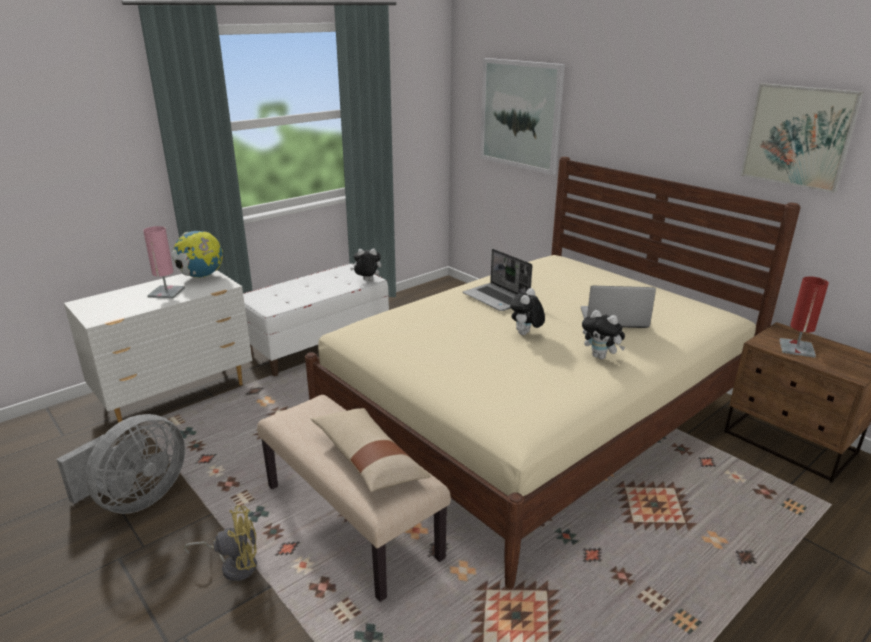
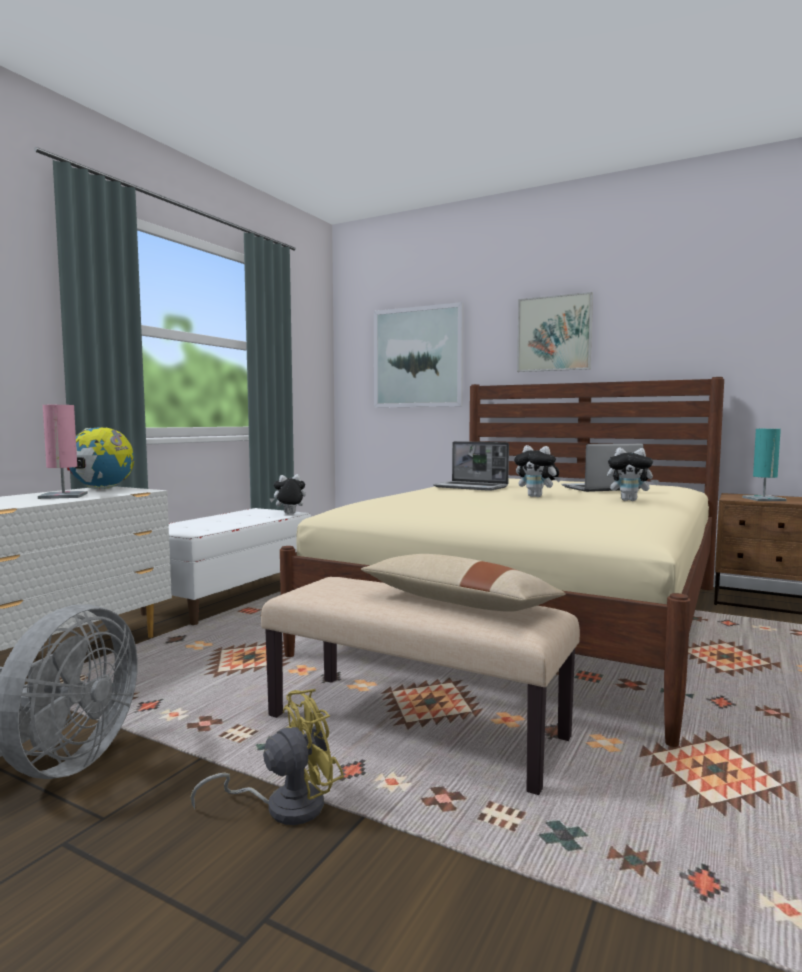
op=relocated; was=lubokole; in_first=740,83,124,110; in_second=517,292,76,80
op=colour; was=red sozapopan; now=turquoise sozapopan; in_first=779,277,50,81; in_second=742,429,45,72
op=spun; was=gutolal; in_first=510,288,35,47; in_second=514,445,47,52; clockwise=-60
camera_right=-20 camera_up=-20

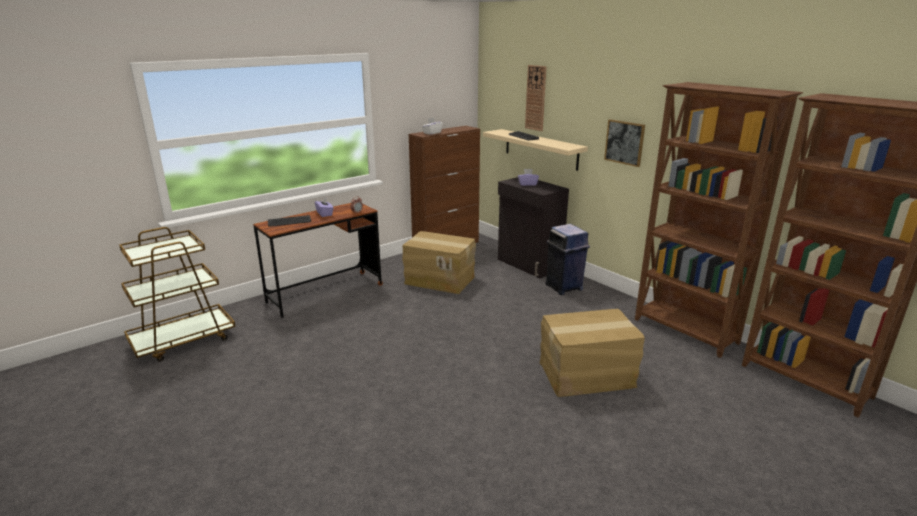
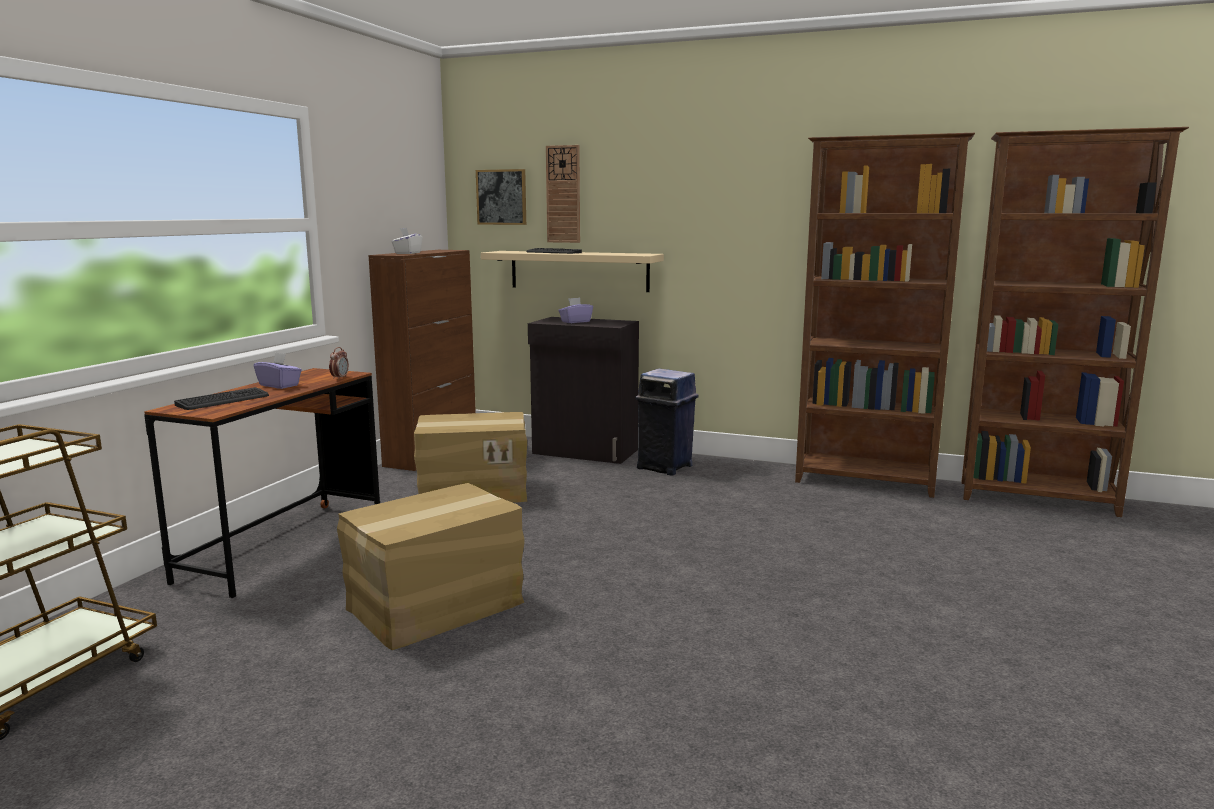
op=relocated; was=lubokole; in_first=604,119,41,48; in_second=476,169,50,56
op=relocated; was=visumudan; in_first=539,309,106,88; in_second=337,483,187,167
camera_right=-30 camera_up=-10

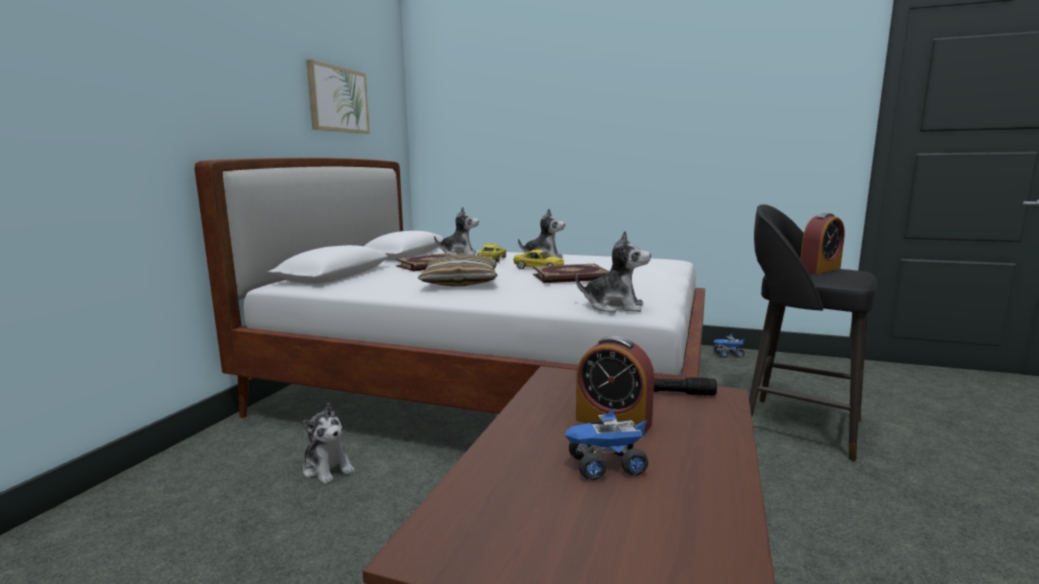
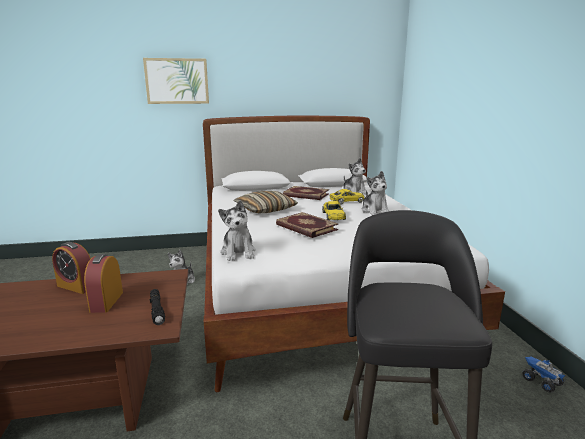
op=relocated; was=lubokole; in_first=306,59,64,75; in_second=143,58,66,46
op=relocated; was=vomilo; in_first=800,213,45,61; in_second=52,242,39,52
op=missing; was=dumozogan; in_first=565,408,83,72
camera_right=60 camera_up=5

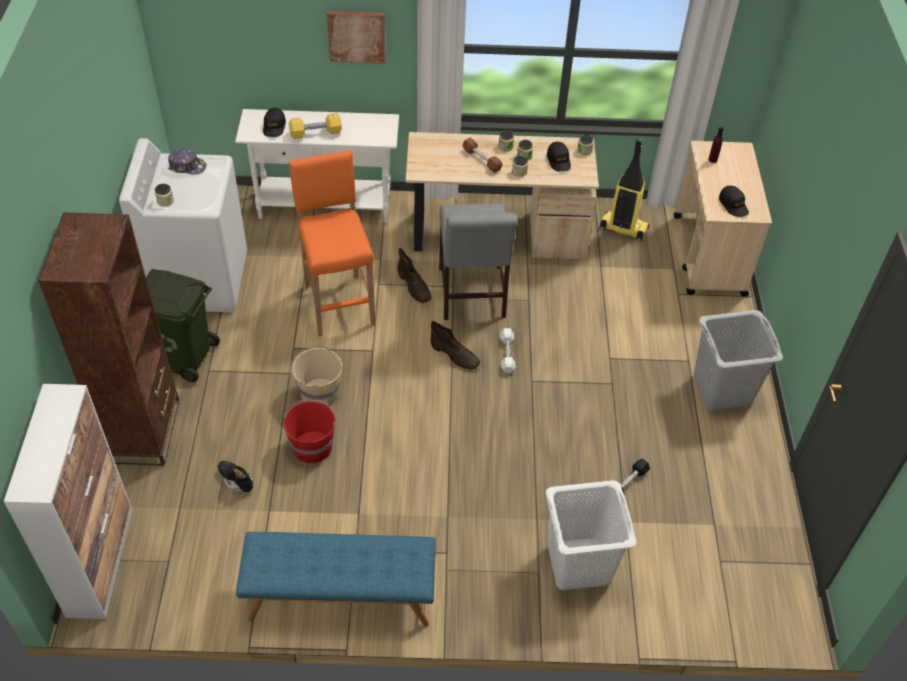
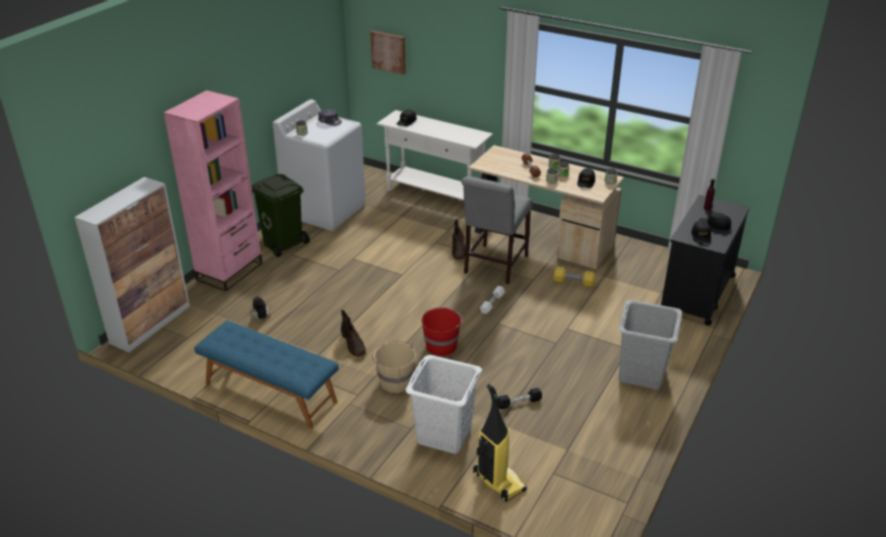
op=relocated; was=lubokole; in_first=327,11,59,53; in_second=370,31,36,44
op=relocated; was=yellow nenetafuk; in_first=289,113,53,26; in_second=554,267,41,20
op=relocated; was=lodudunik; in_first=600,138,50,103; in_second=473,384,54,118
op=colour; was=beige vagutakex; now=black vagutakex; in_first=674,141,98,156; in_second=661,195,89,130
op=missing; was=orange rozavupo; in_first=289,151,87,186
op=colour; was=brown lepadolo; now=pink lepadolo; in_first=38,213,141,253; in_second=163,90,99,201
op=relocated; was=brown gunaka; in_first=431,321,49,49; in_second=341,310,25,47
op=relocated; was=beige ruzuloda; in_first=290,347,52,60; in_second=372,341,44,52
op=relocated; was=red ruzuloda; in_first=283,400,54,63; in_second=421,307,42,49
op=appeared; now=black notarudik; in_second=699,212,32,18
camera_right=30 camera_up=-15

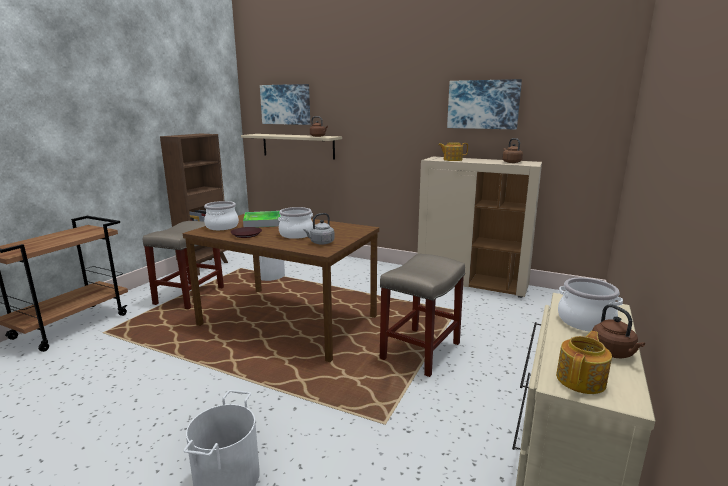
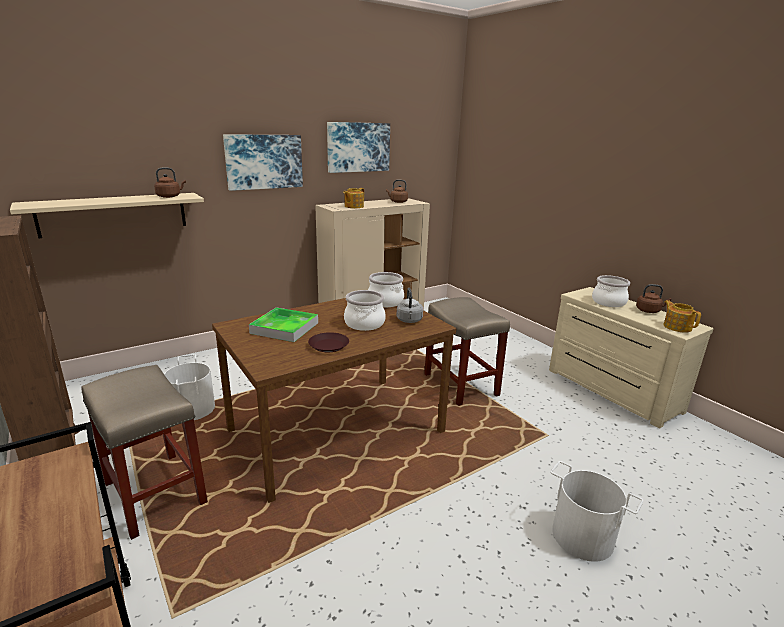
op=relocated; was=lubokole; in_first=260,84,50,41; in_second=223,134,80,57
op=relocated; was=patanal; in_first=204,201,35,29; in_second=368,272,36,35
camera_right=-60 camera_up=5

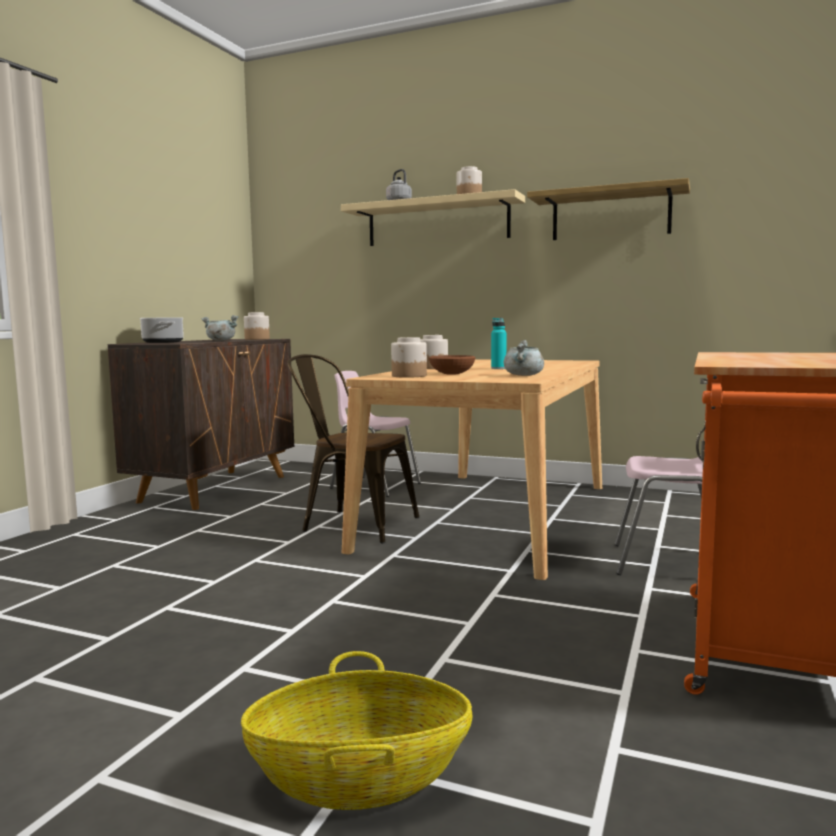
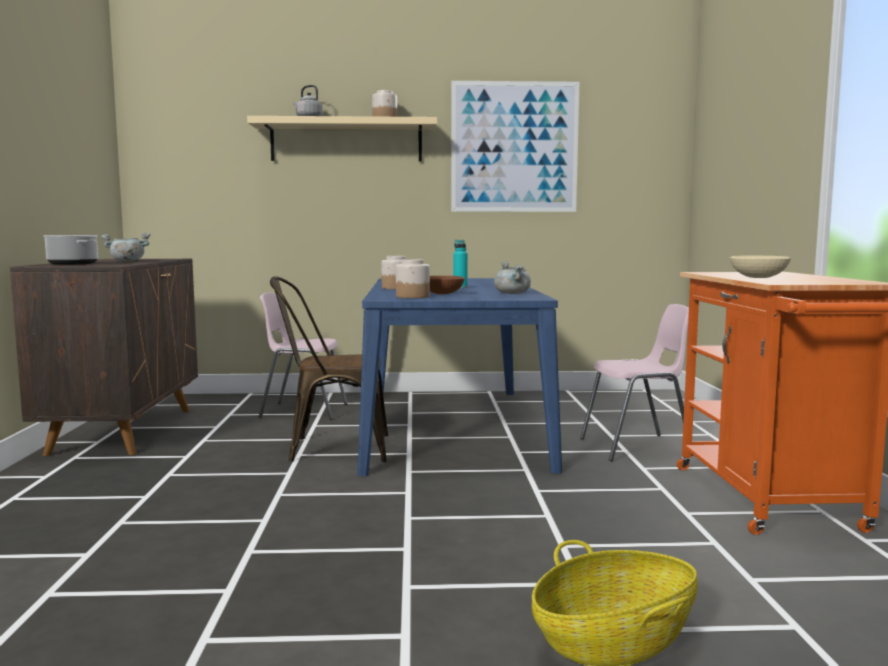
op=exchanged; was=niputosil; now=lubokole; in_first=527,178,163,62; in_second=451,81,128,131
op=missing; was=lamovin; in_first=244,312,26,28
op=colour; was=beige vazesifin; now=blue vazesifin; in_first=342,359,260,221; in_second=357,278,205,198
op=appeared; now=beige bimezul; in_second=730,256,61,22
camera_right=-25 camera_up=0

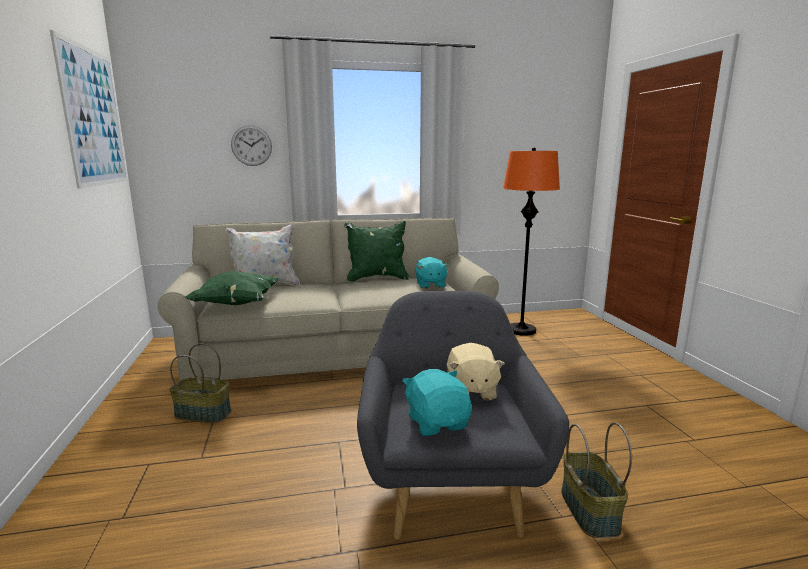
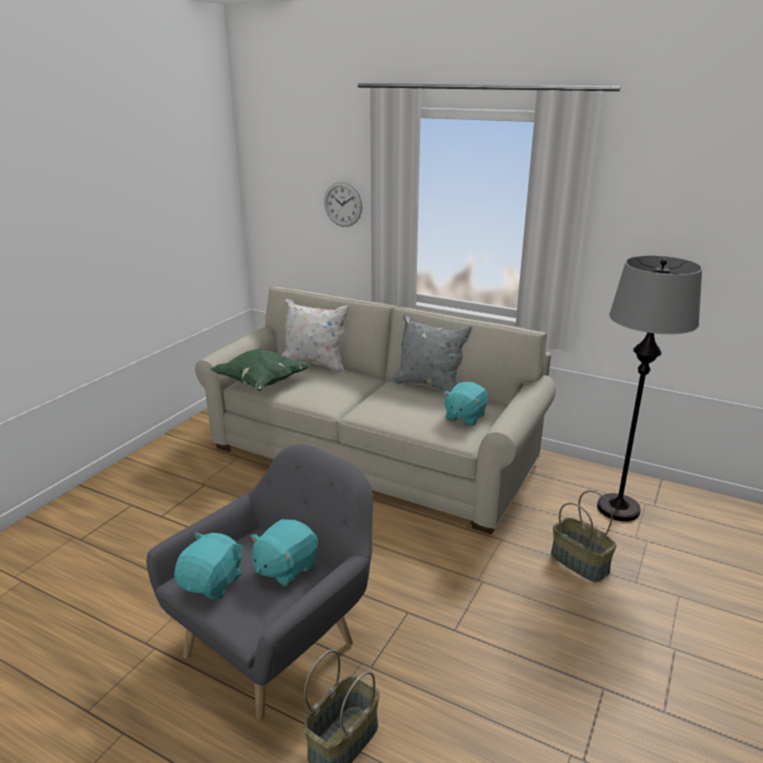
op=missing; was=lubokole; in_first=50,30,78,159
op=colour; was=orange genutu; now=grey genutu; in_first=503,147,57,189; in_second=597,256,105,265
op=colour; was=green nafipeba; now=grey nafipeba; in_first=344,221,65,61; in_second=392,314,80,78
op=relocated; was=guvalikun; in_first=169,343,62,80; in_second=551,490,66,92
op=colour; was=beige gutolal; now=turquoise gutolal; in_first=447,343,58,57; in_second=250,519,68,67
camera_right=40 camera_up=10

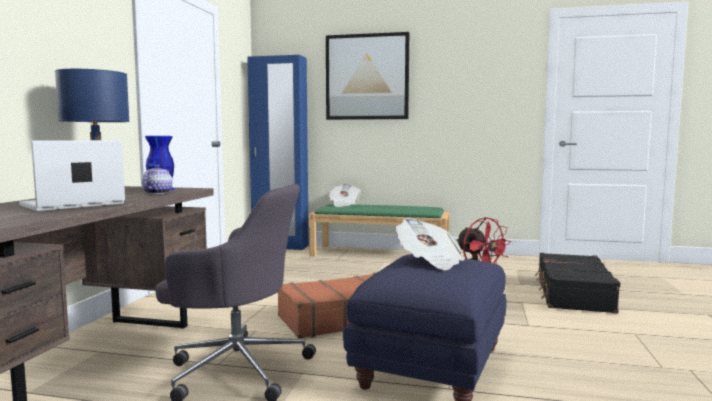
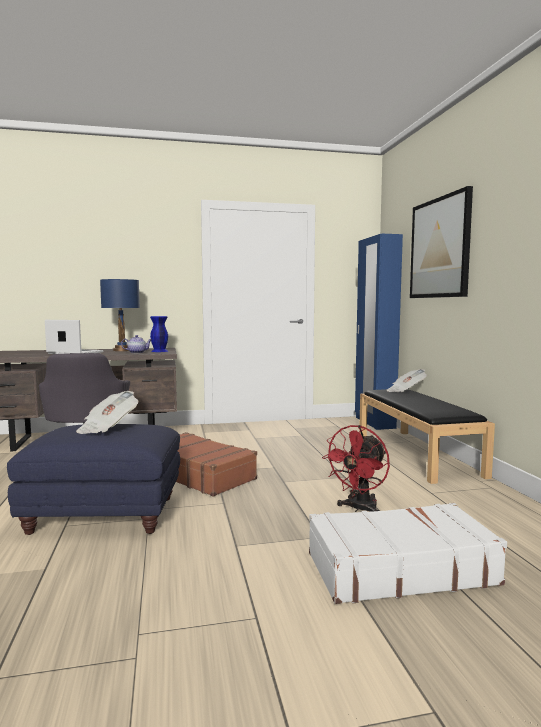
op=colour; was=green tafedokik; now=black tafedokik; in_first=309,204,140,53; in_second=359,389,136,95
op=colour; was=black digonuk; now=white digonuk; in_first=535,253,85,60; in_second=309,503,198,101
camera_right=65 camera_up=0

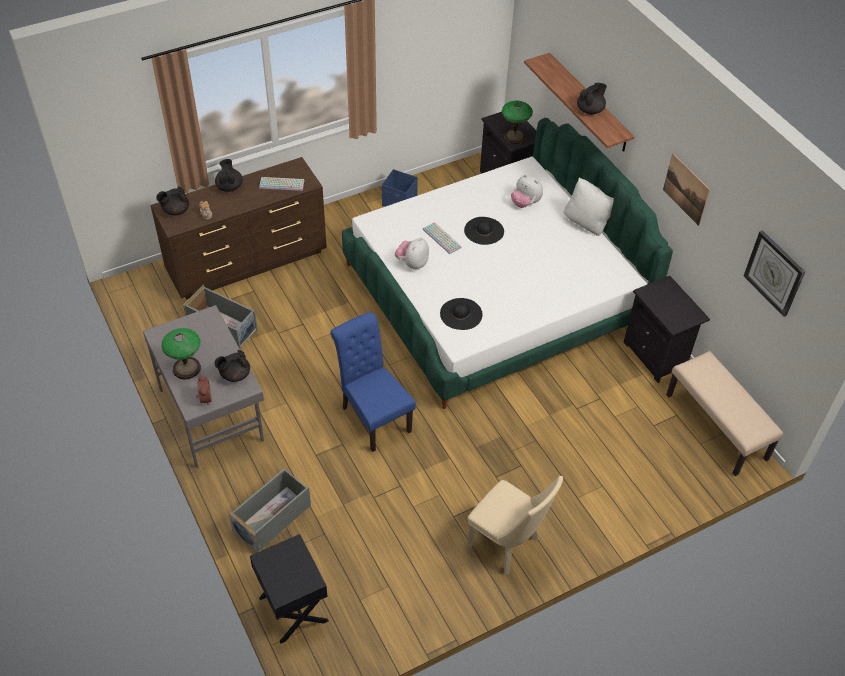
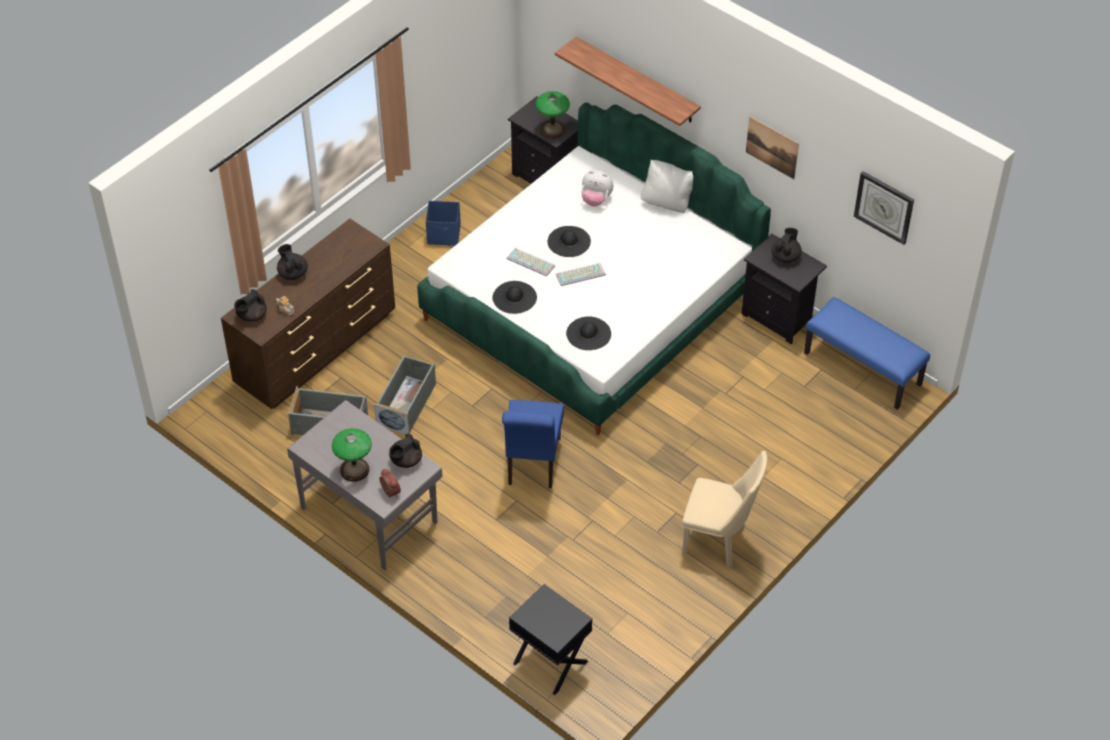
op=relocated; was=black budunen; in_first=577,83,30,31; in_second=771,228,31,35
op=relocated; was=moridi; in_first=259,177,45,14; in_second=556,262,50,24
op=exchanged; was=gutolal; now=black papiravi; in_first=395,237,34,33; in_second=493,281,44,33
op=spun; was=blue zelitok; in_first=330,312,86,140; in_second=502,400,62,88; clockwise=-120
op=colour; was=beige tafedokik; now=blue tafedokik; in_first=666,351,117,125; in_second=804,297,126,113
op=relocated; was=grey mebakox; in_first=229,468,82,84; in_second=374,355,62,80
camera_right=-20 camera_up=0

